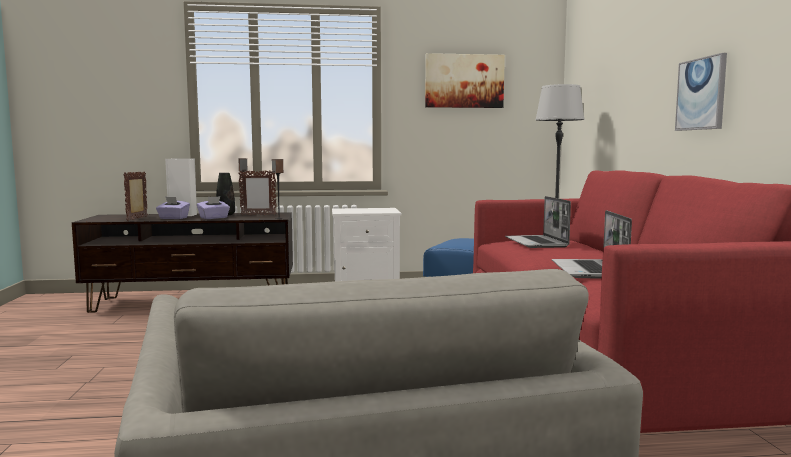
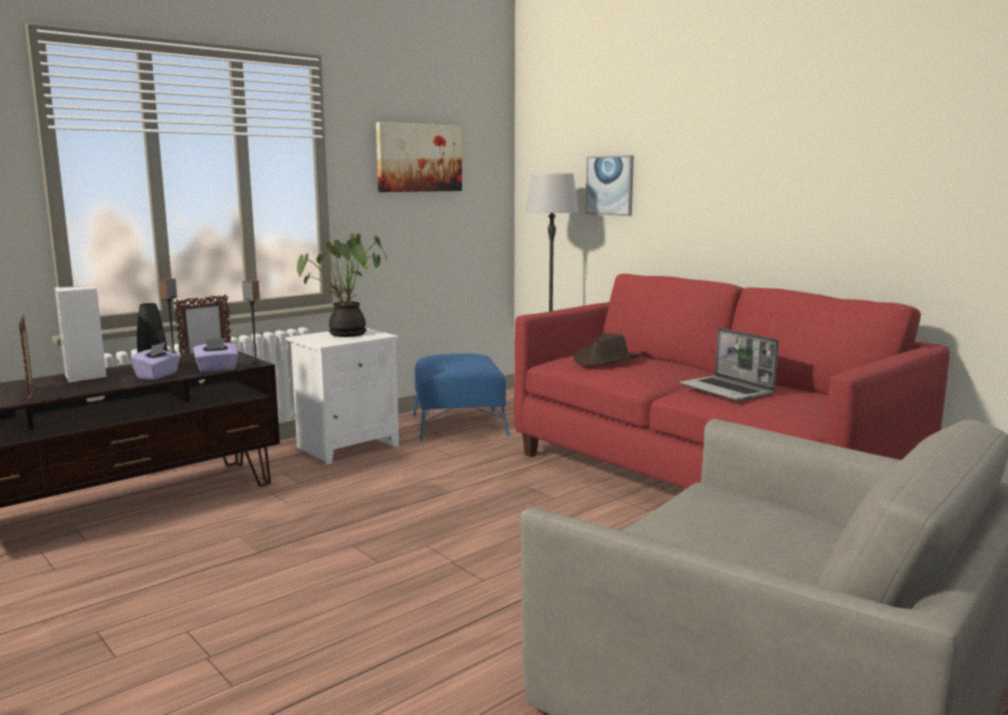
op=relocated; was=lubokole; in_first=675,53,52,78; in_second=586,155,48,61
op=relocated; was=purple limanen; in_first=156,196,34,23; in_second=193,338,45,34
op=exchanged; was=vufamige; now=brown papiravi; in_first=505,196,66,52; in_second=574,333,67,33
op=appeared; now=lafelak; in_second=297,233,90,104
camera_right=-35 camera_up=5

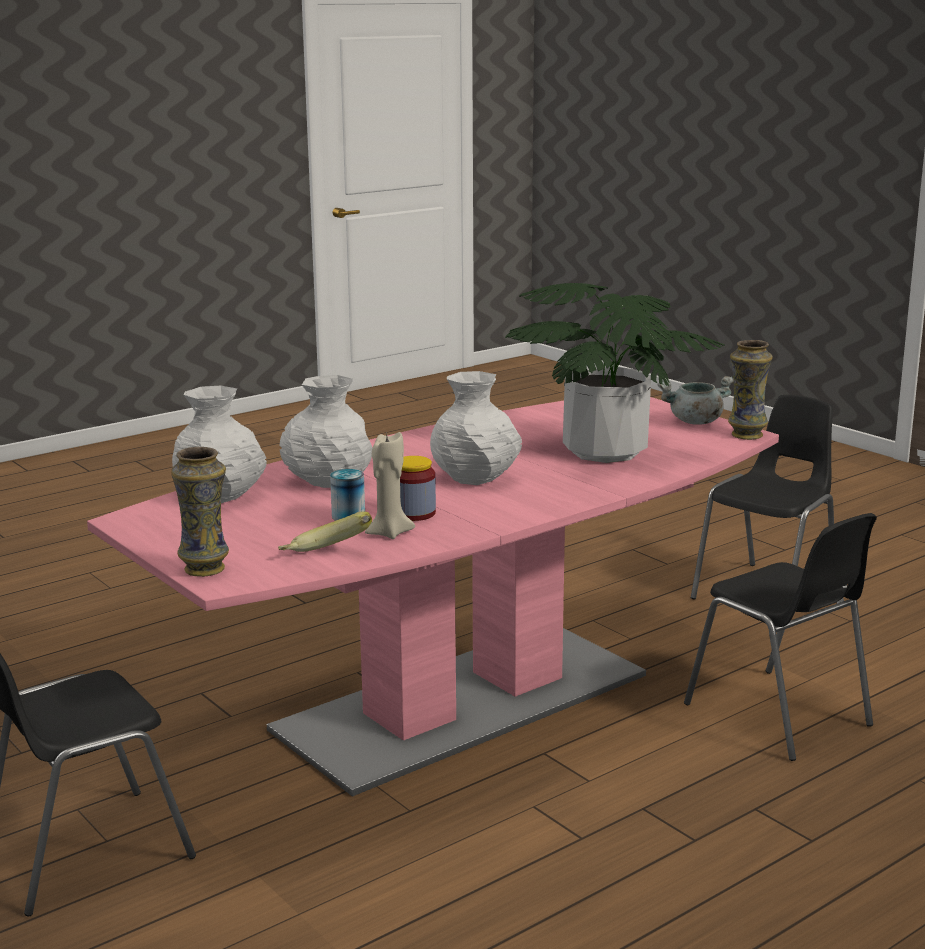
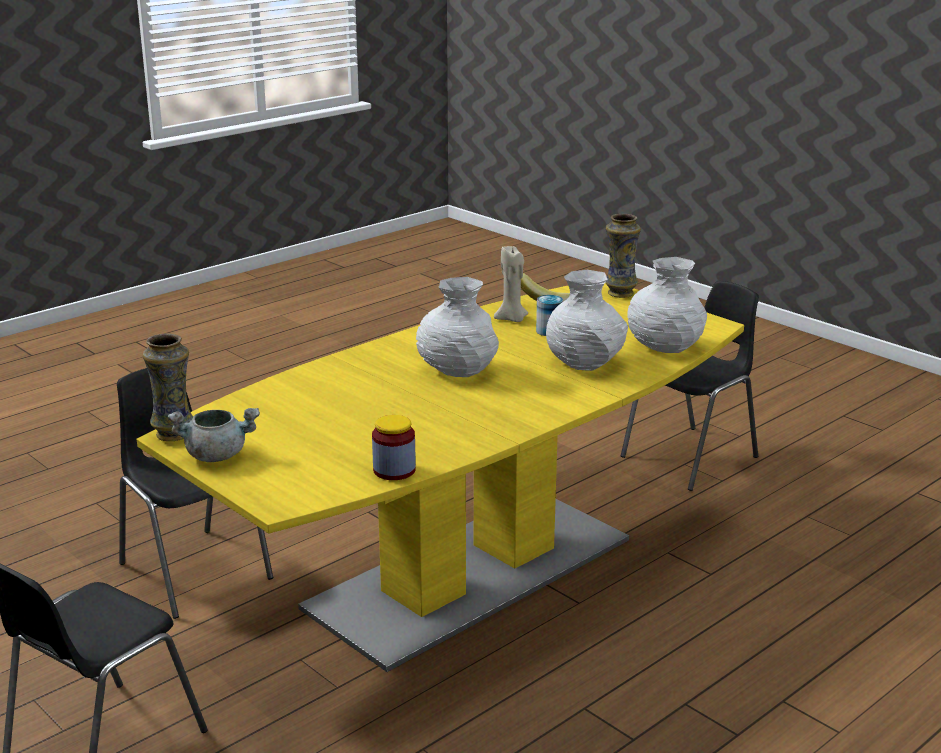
op=missing; was=lafelak; in_first=505,283,220,180
op=colour; was=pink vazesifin; now=yellow vazesifin; in_first=87,397,692,400; in_second=137,283,607,389
op=relocated; was=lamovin; in_first=400,456,36,65; in_second=372,415,44,65
camera_right=175 camera_up=5

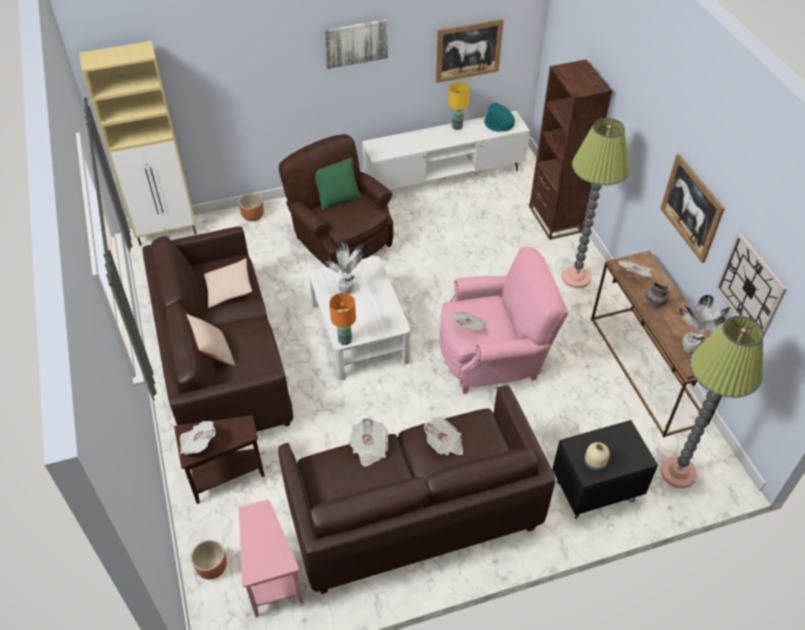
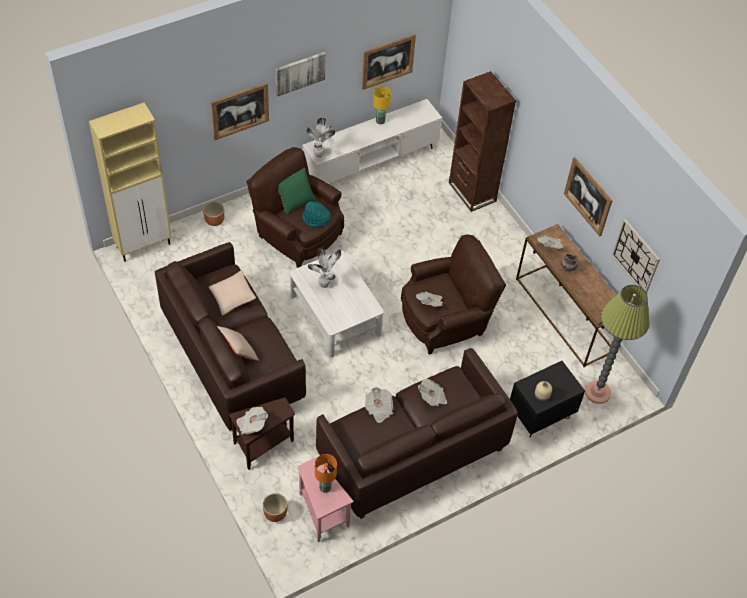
op=relocated; was=turquoise papiravi; in_first=484,102,31,29; in_second=302,201,29,26
op=missing; was=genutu; in_first=562,118,67,170
op=colour; was=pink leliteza; now=brown leliteza; in_first=440,247,129,147; in_second=401,234,105,121
op=relocated; was=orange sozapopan; in_first=329,293,27,52; in_second=315,454,22,39
op=relocated; was=lafelak; in_first=679,295,51,58; in_second=306,118,29,40
op=appeared; now=lubokole; in_second=211,83,58,57
camera_right=-15 camera_up=5

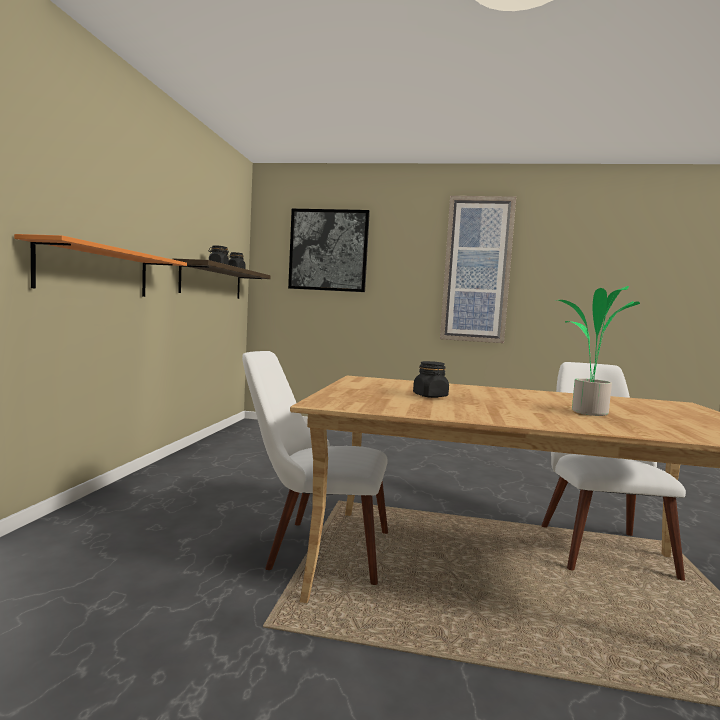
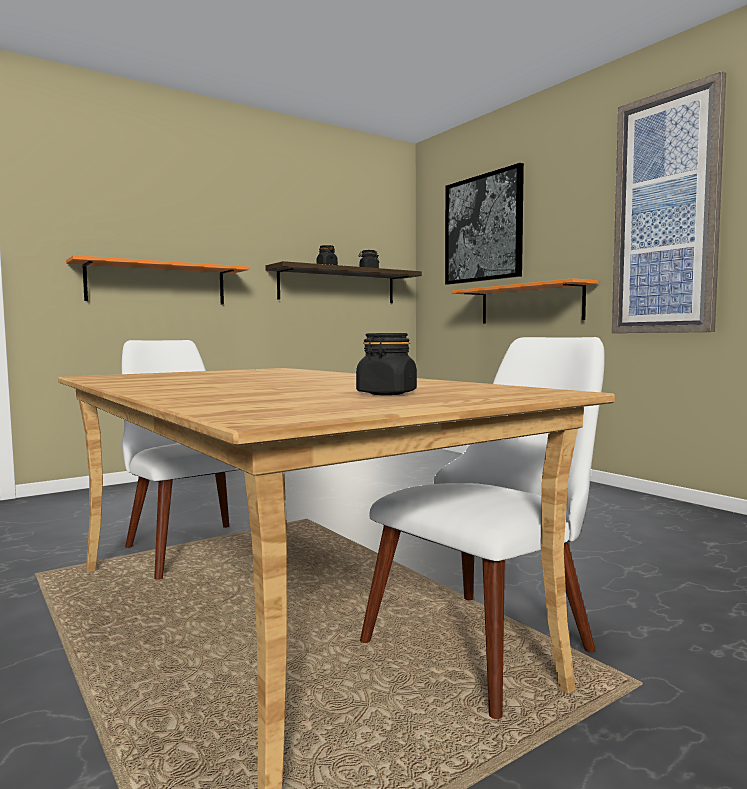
op=missing; was=lafelak; in_first=555,286,85,130
op=relocated; was=black lamovin; in_first=413,361,36,37; in_second=356,333,61,62
op=appeared; now=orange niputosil; in_second=451,278,148,45
camera_right=45 camera_up=0

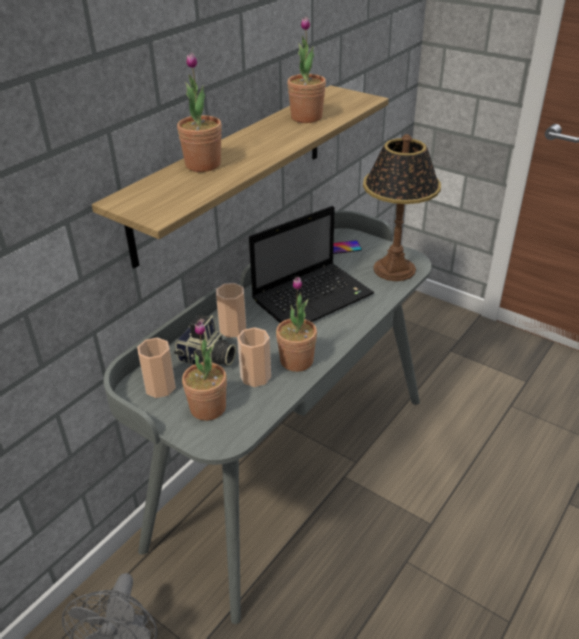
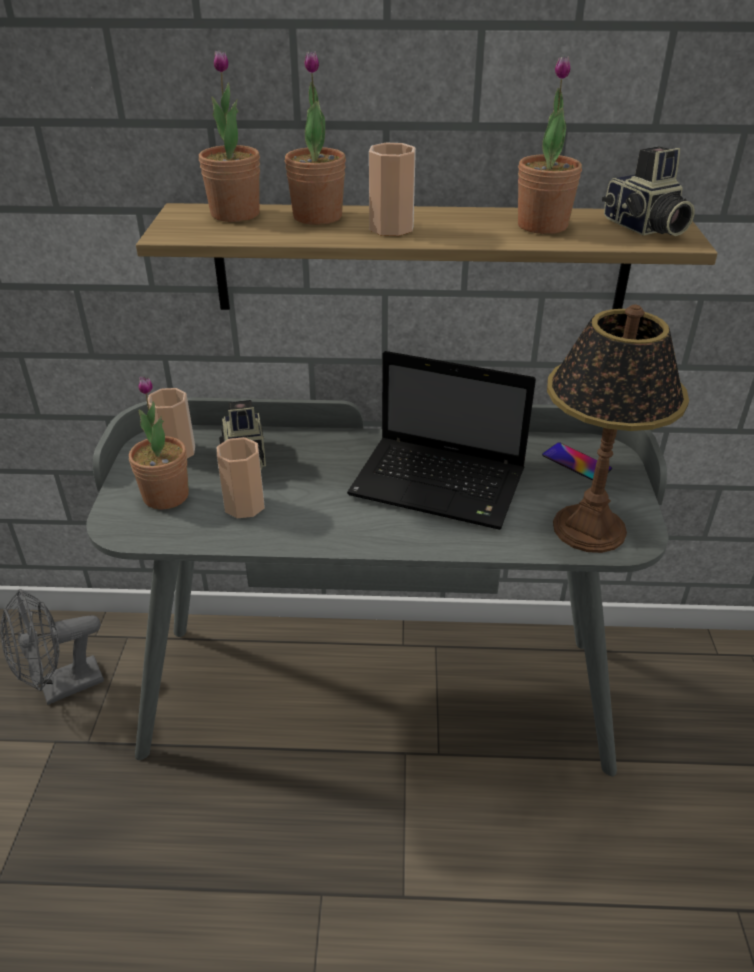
op=relocated; was=lafelak; in_first=276,277,41,95; in_second=199,50,61,172
op=relocated; was=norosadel; in_first=216,283,30,55; in_second=369,143,47,93
op=appeared; now=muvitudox; in_second=602,146,93,90
camera_right=55 camera_up=0

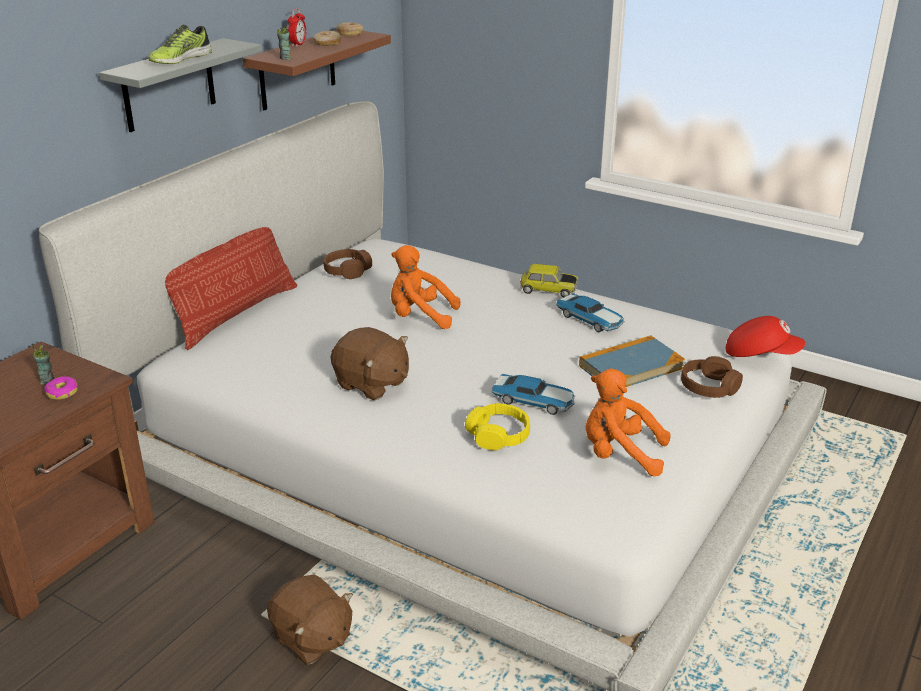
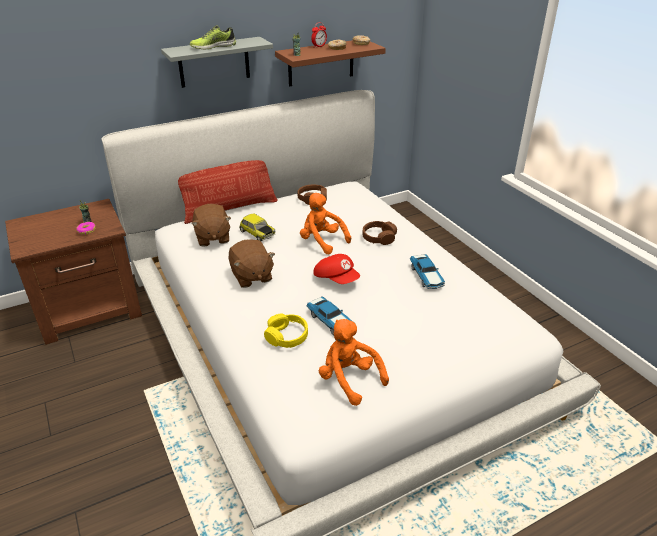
op=relocated; was=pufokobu; in_first=520,264,58,34; in_second=239,214,36,27
op=relocated; was=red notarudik; in_first=725,316,81,41; in_second=314,254,46,30
op=missing; was=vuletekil; in_first=579,336,106,51
op=relocated; was=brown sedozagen; in_first=681,356,62,42; in_second=362,221,35,24
op=relocated; was=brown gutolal; in_first=267,574,86,91; in_second=191,204,40,43
camera_right=30 camera_up=5

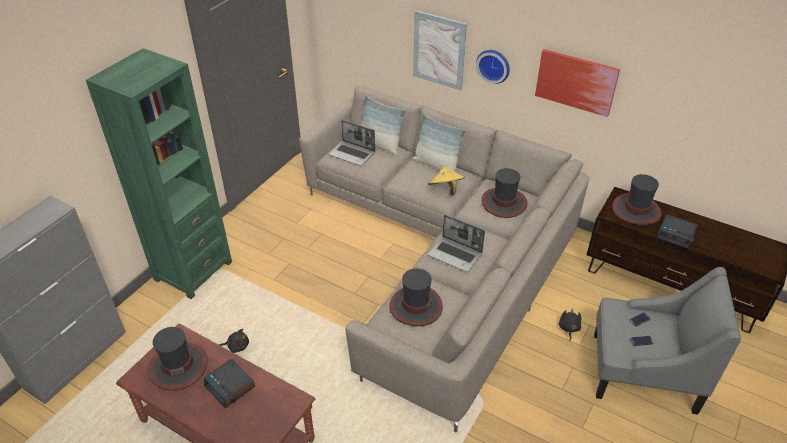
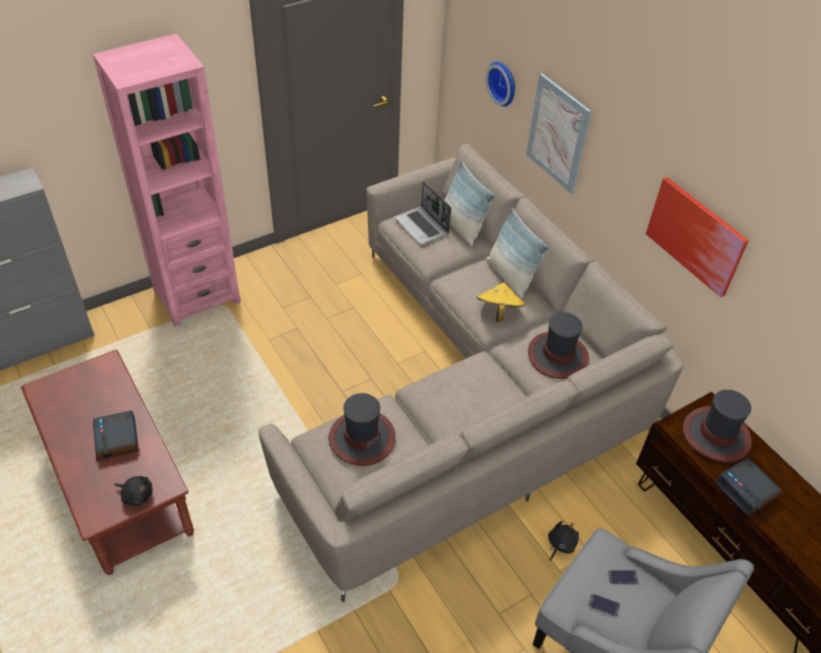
op=colour; was=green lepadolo; now=pink lepadolo; in_first=86,48,146,251; in_second=93,34,148,292
op=relocated; was=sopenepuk; in_first=476,50,34,34; in_second=486,62,29,45
op=missing; was=vufamige; in_first=428,215,57,57
op=missing; was=papiravi; in_first=148,327,60,64
op=relocated; was=black gutolal; in_first=219,329,30,24; in_second=114,476,39,30
camera_right=25 camera_up=5

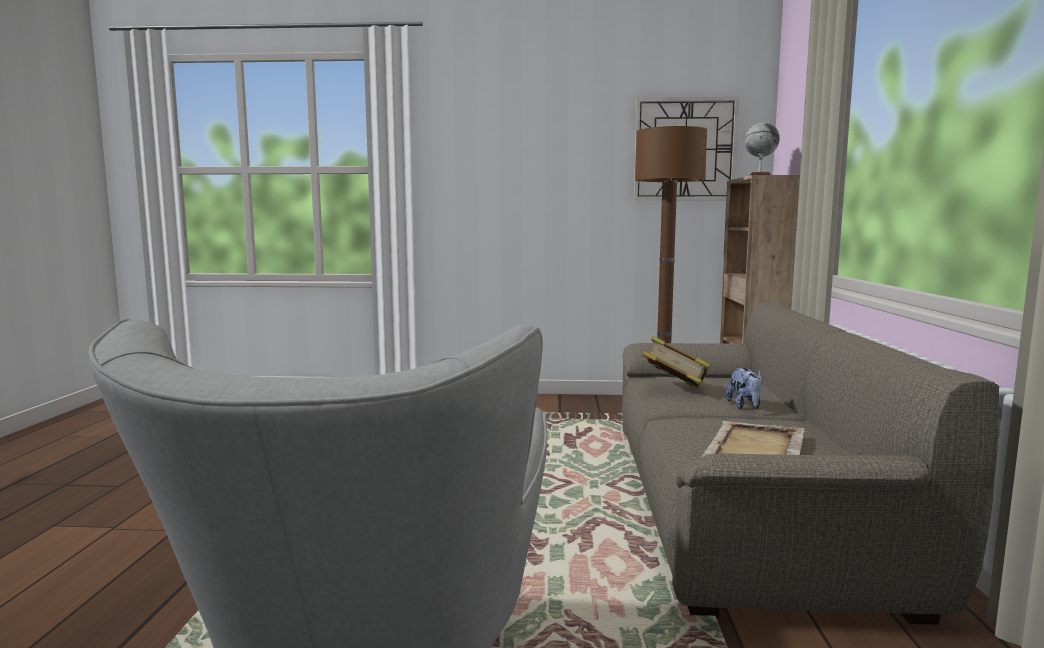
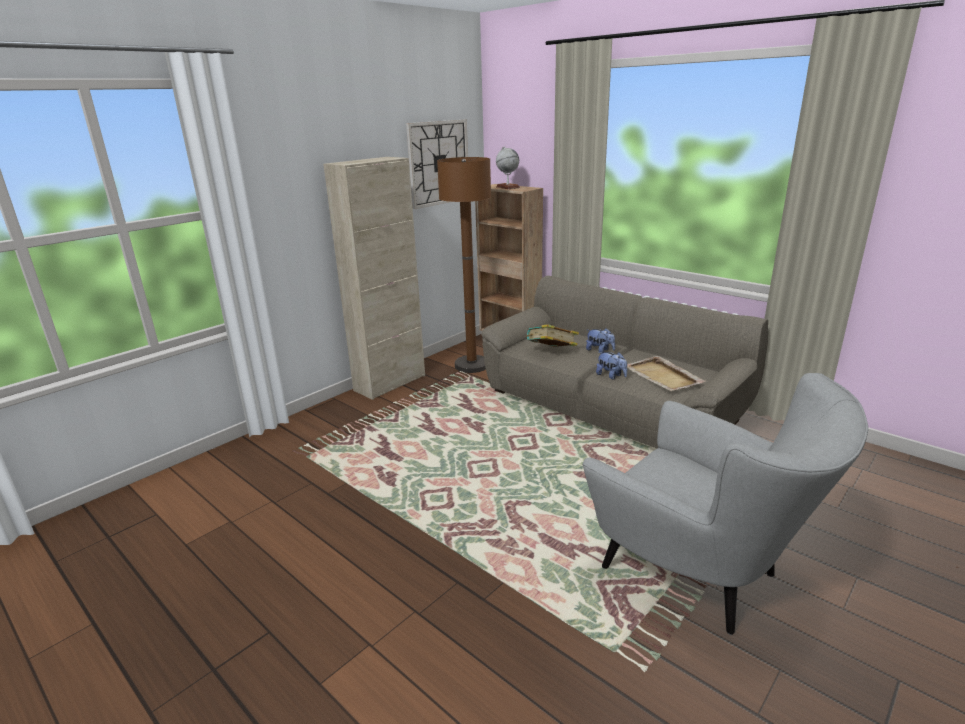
op=appeared; now=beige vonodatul; in_second=323,157,102,243
op=appeared; now=gutolal; in_second=596,352,31,27
camera_right=-50 camera_up=15

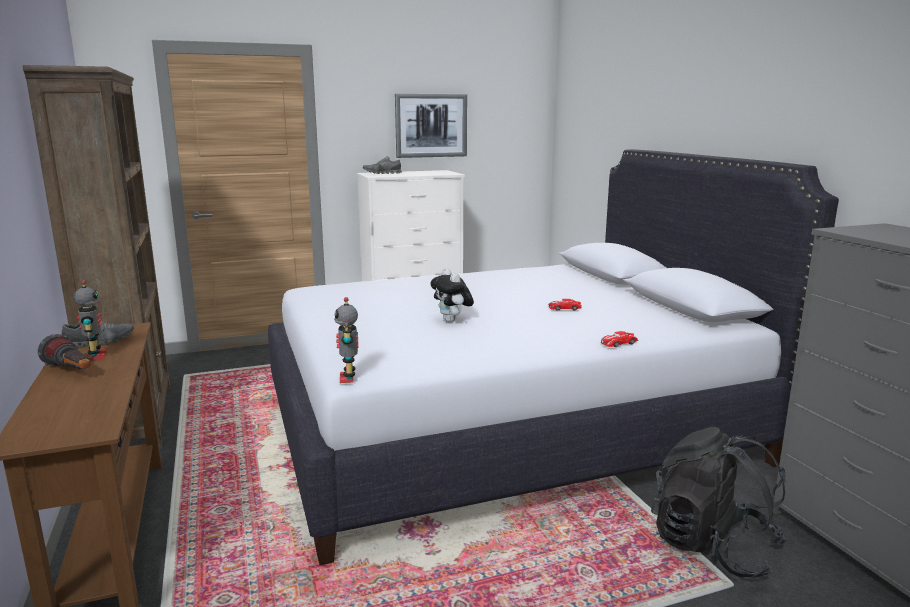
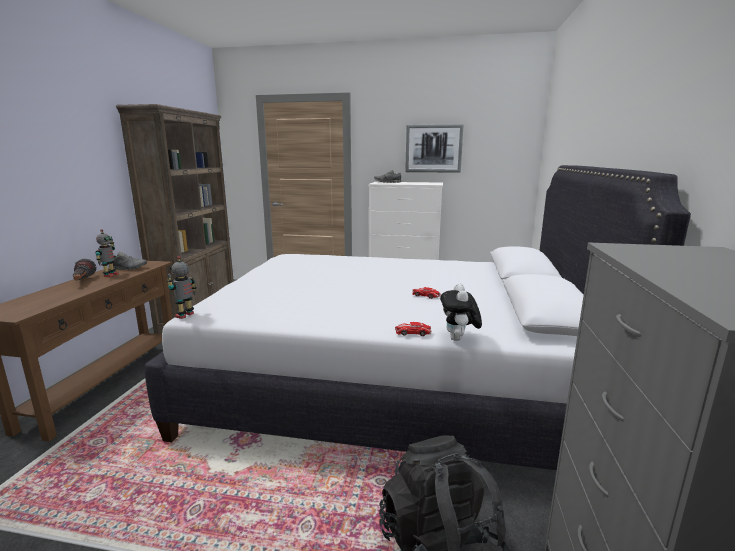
op=relocated; was=gutolal; in_first=431,268,43,54; in_second=440,283,42,58
camera_right=30 camera_up=0

